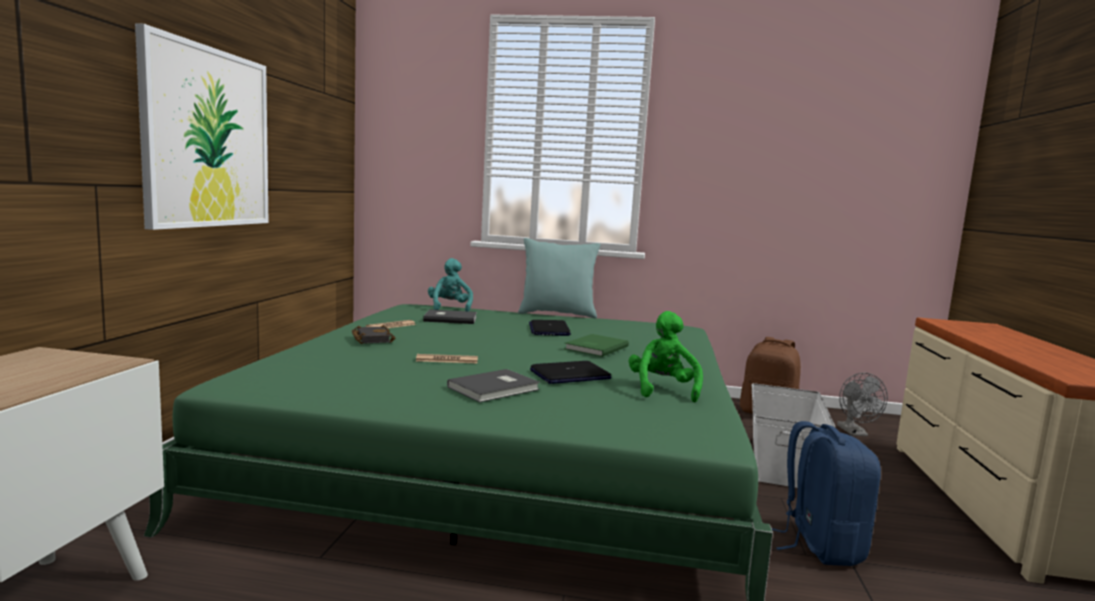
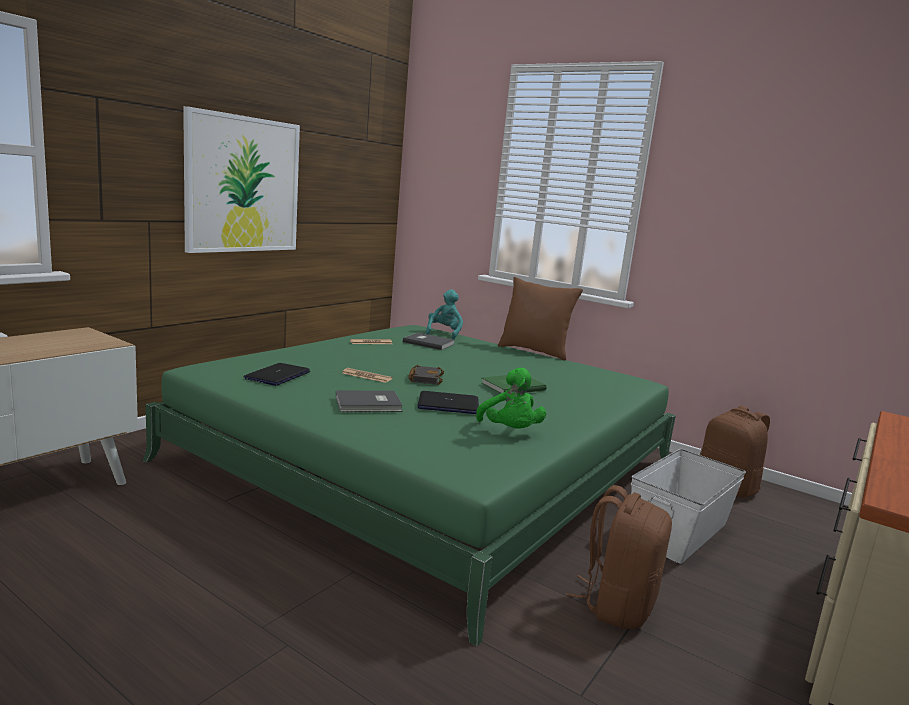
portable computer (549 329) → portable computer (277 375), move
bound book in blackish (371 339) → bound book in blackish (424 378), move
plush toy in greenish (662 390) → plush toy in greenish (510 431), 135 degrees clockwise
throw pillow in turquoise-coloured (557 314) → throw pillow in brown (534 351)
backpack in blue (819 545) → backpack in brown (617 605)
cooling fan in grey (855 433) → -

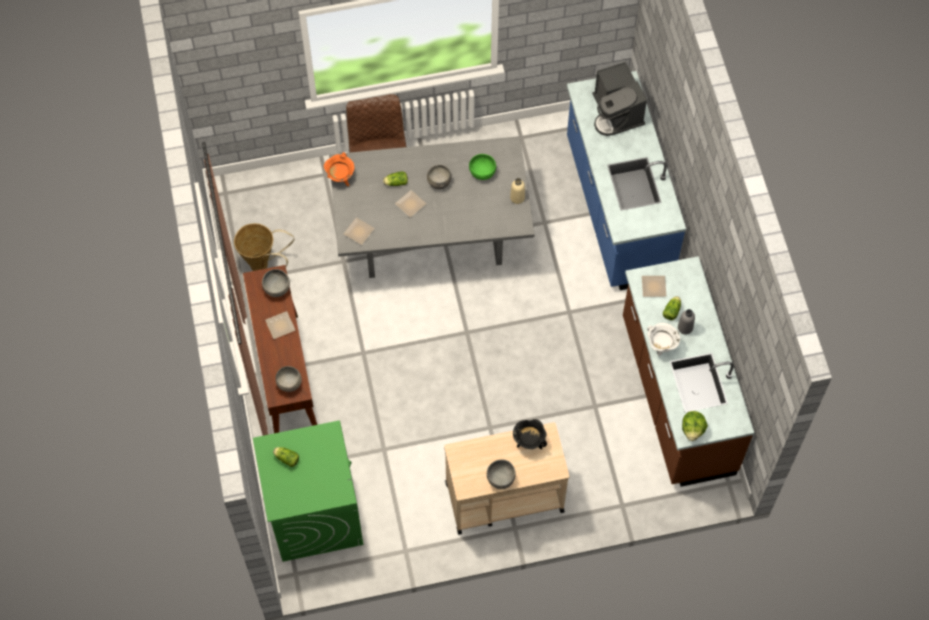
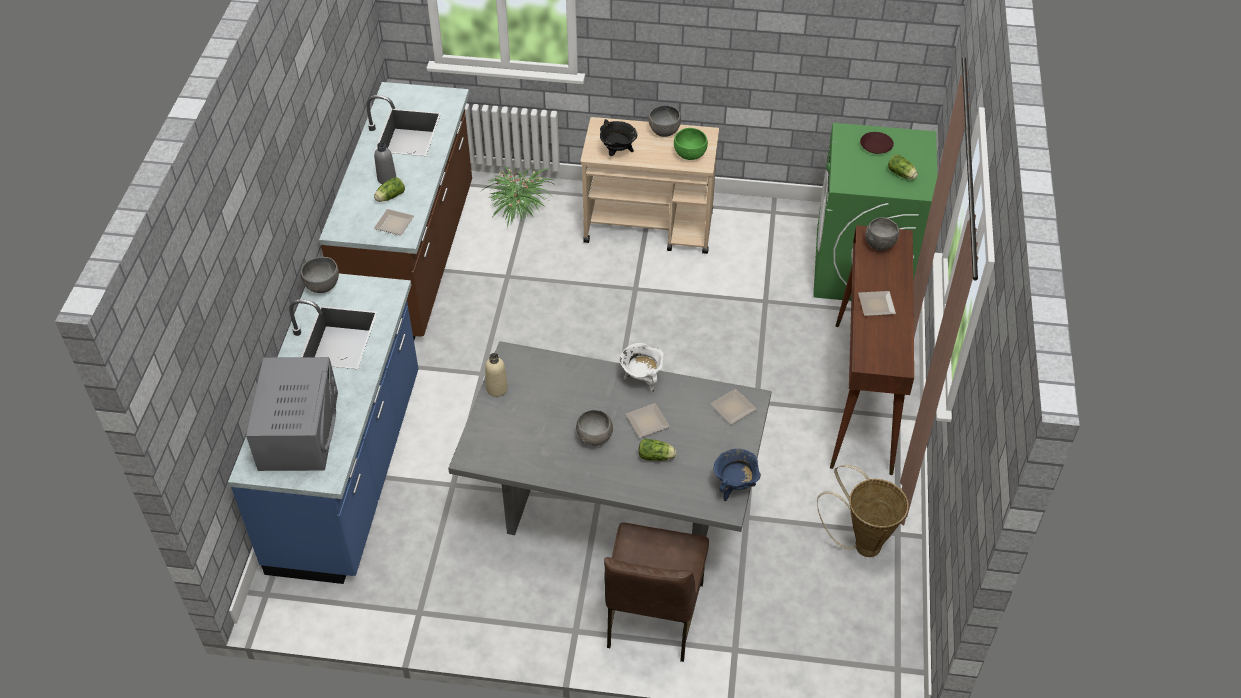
coffee brewer (616 113) → kitchen microwave in grey (298 430)
bowl in grey (277 289) → bowl in grey (322 286), move
- → houseplant (518 206)
saucepot in white-coloured (661 346) → saucepot in white-coloured (642 379), move
bowl in greenish (482 173) → bowl in greenish (689 155), move
saucepot in orangey (340 178) → saucepot in blue (735 486)
- → plate in brown (875 145)
head of lettuce (693 429) → -

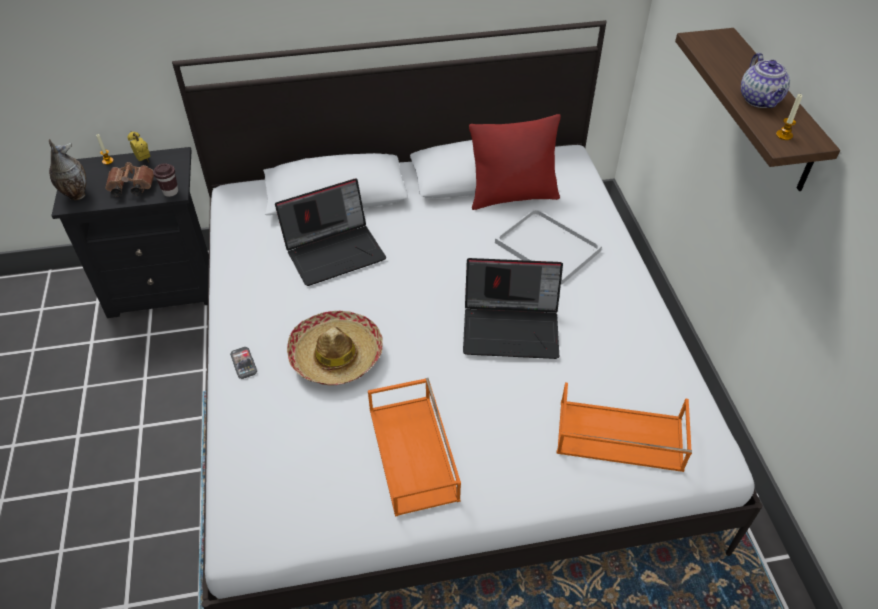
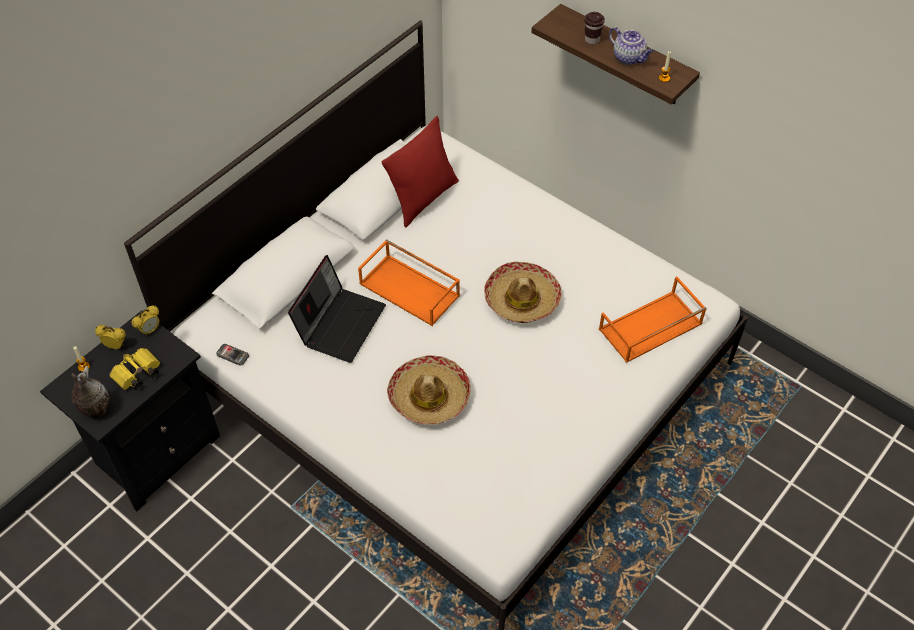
pair of binoculars in brown (130 188) → pair of binoculars in yellowish (137 376)
- → alarm clock (150 330)
telephone (244 363) → telephone (232 355), move
tray in orangey (414 454) → tray in orangey (411 289), move
portable computer (512 328) → clothing hat (522 299)
cup in brown (170 192) → cup in brown (592 40), move
tray in white-coloured (549 247) → -

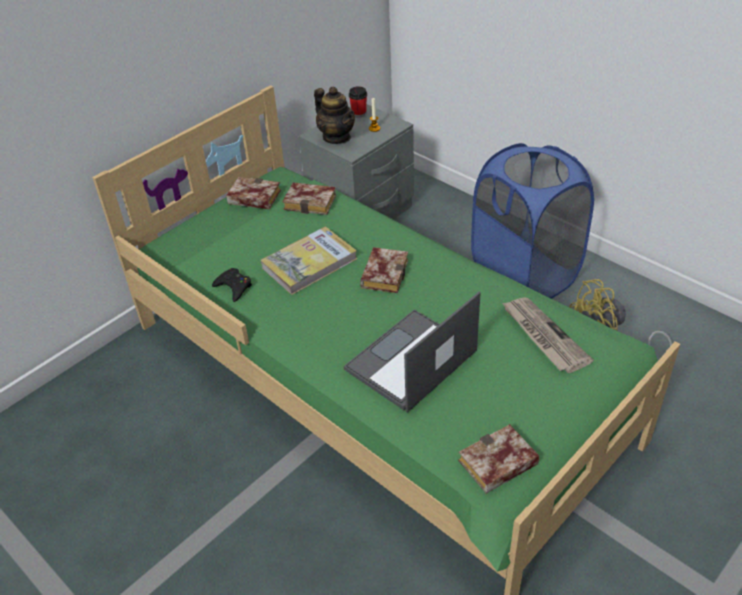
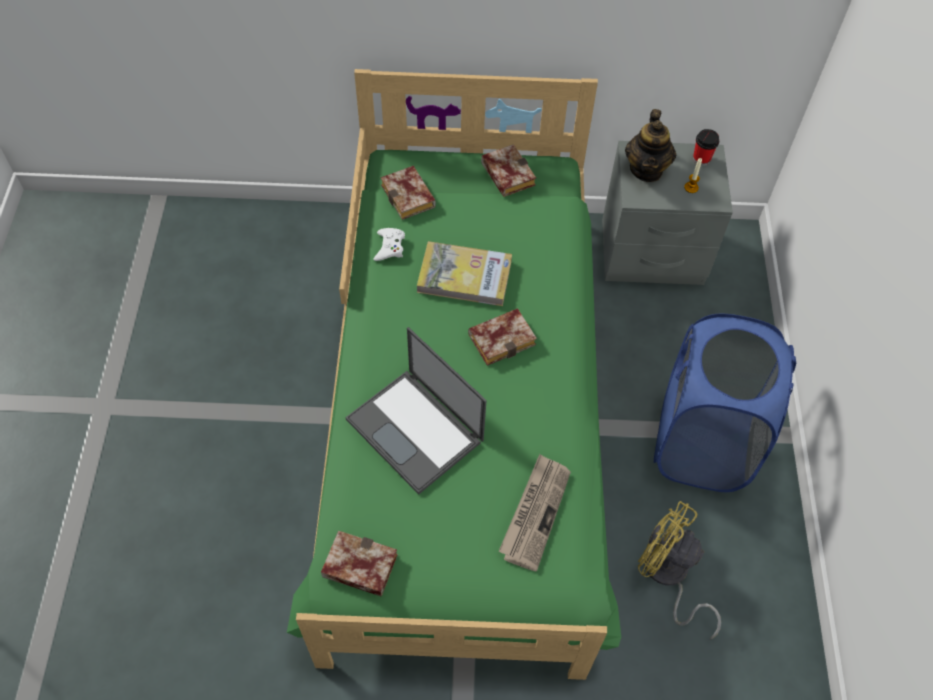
portable computer (410 361) → portable computer (416 431), 135 degrees counterclockwise
joypad in blackish (234 287) → joypad in white-coloured (389 247)
bound book (312 202) → bound book (410 197), move

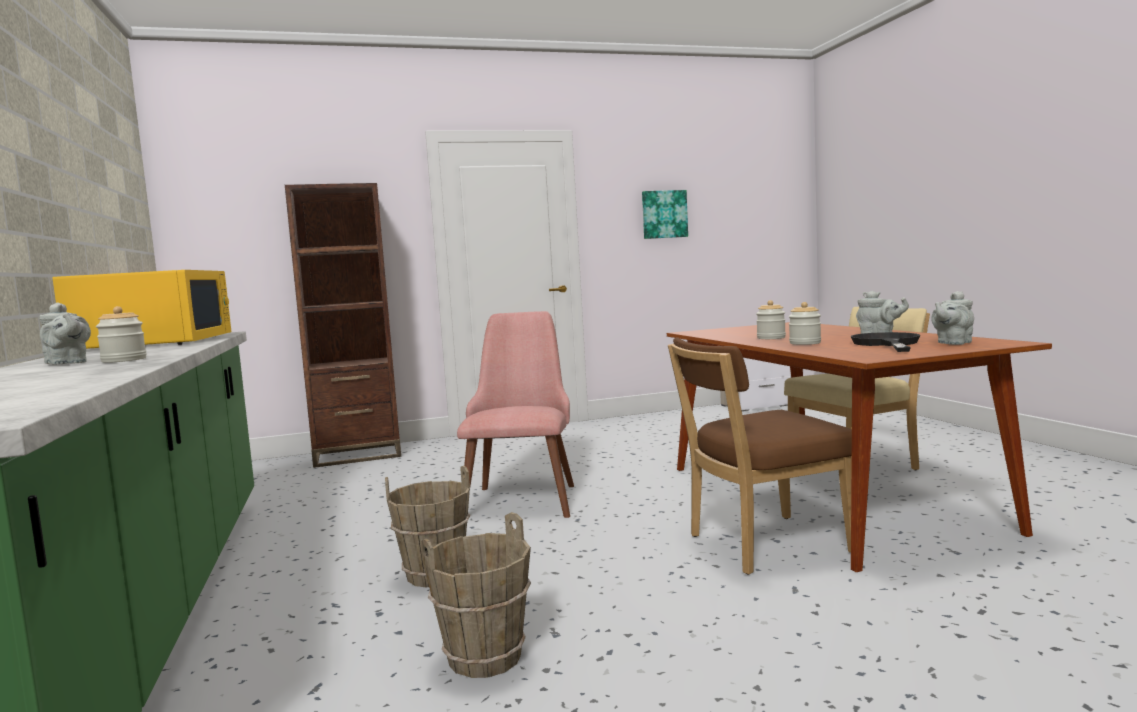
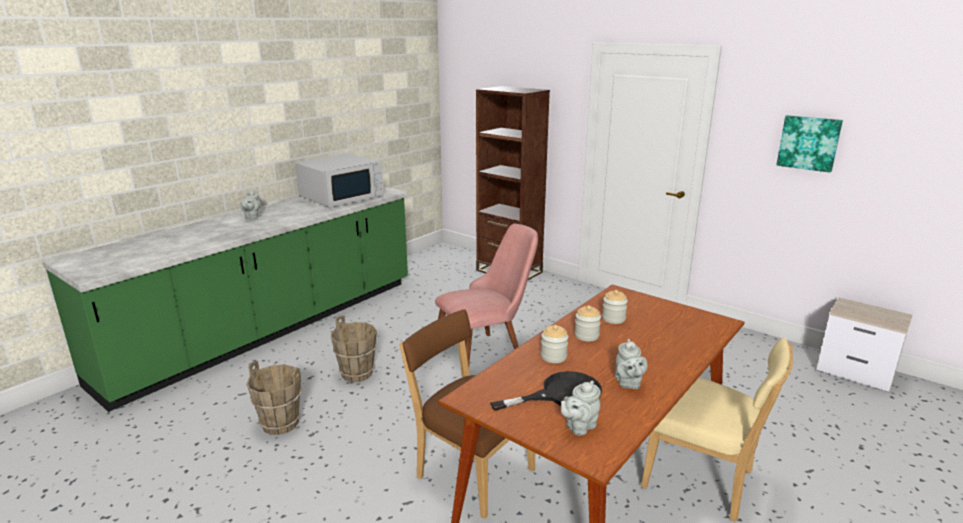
kitchen microwave in yellowish (156 342) → kitchen microwave in white-coloured (342 196)
teapot in grey (952 343) → teapot in grey (579 427), 60 degrees counterclockwise
jar (124 360) → jar (613 319), move

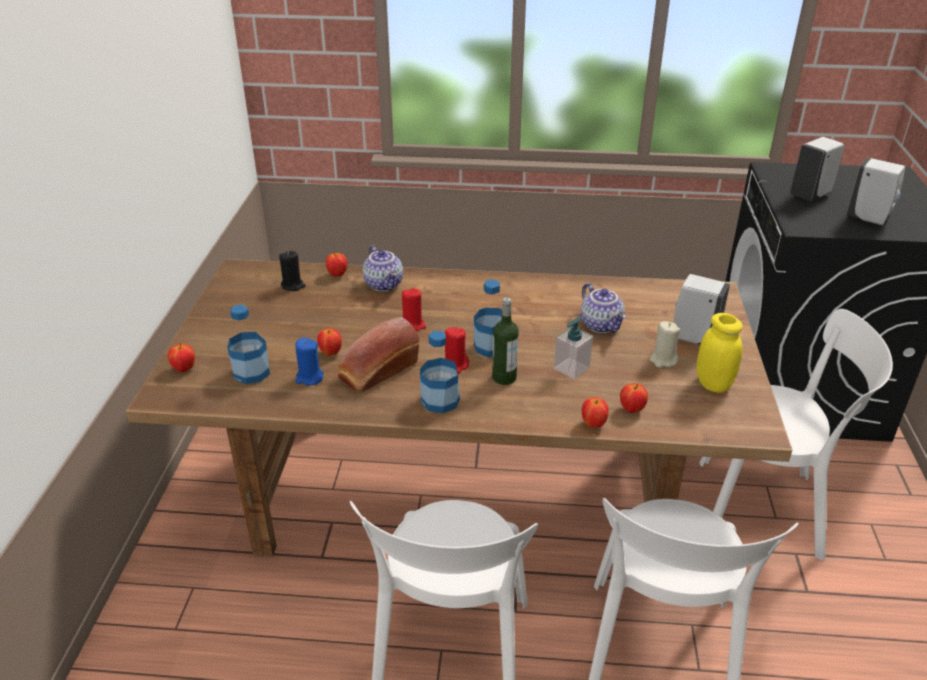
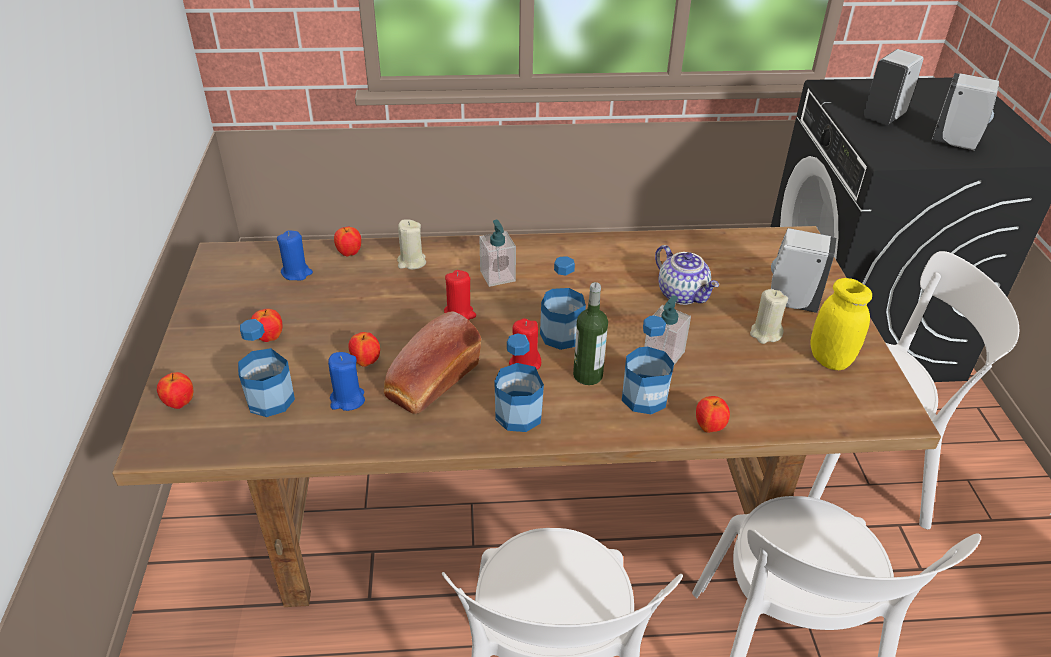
whole apple (631 409) → whole apple (269 338), move
candle in blackish (293 285) → candle in blue (296 273)
teapot (384 284) → candle in beige (411 262)
- → liquid soap bottle (497 276)
- → bottle (644 397)

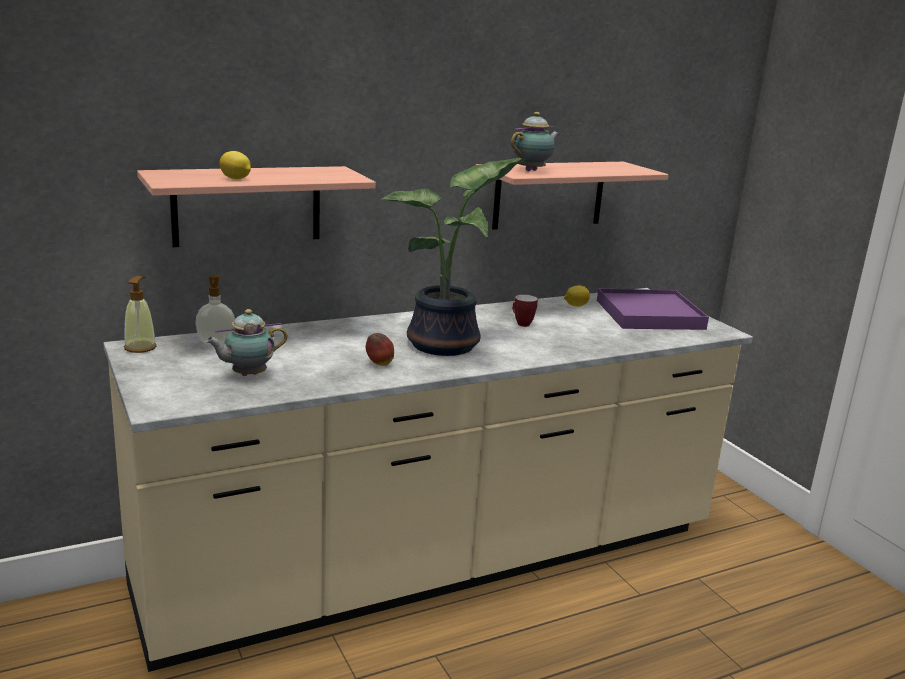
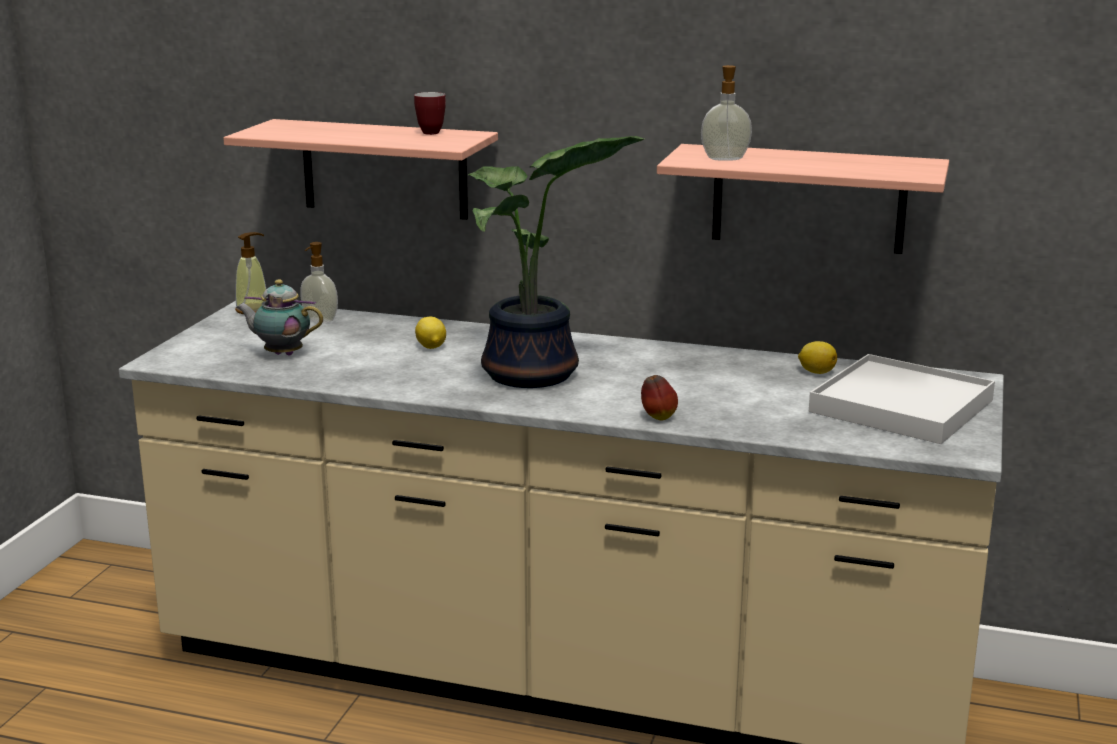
tea mug (521 323) → tea mug (431 132), move
whole lemon (236 179) → whole lemon (431 347), move
whole apple (379 364) → whole apple (657 417), move
teapot (533 171) → liquid soap bottle (725 158)
tray in purple-coloured (649 314) → tray in white-coloured (901 406)

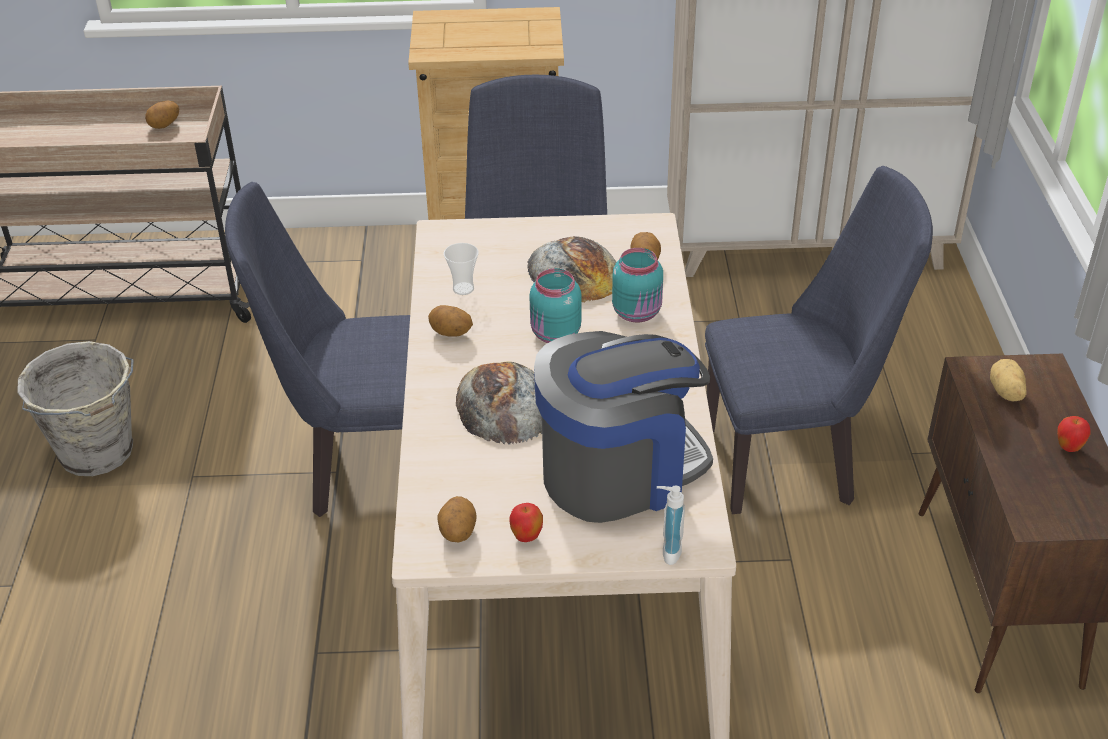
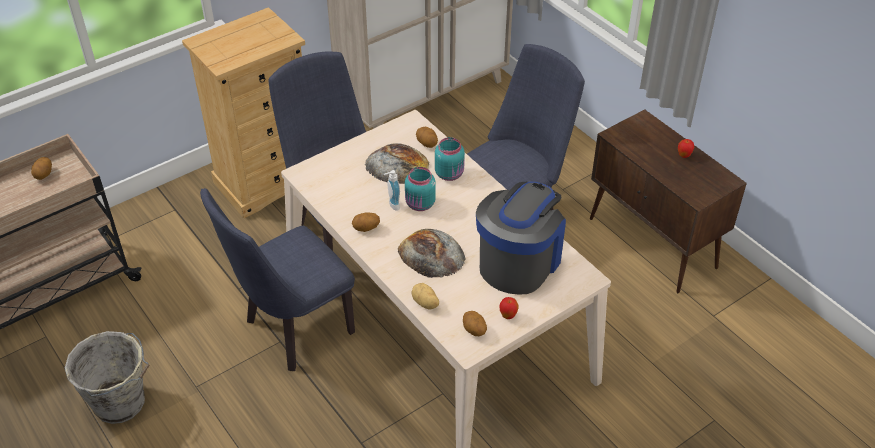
liquid soap bottle (667 551) → liquid soap bottle (392 205), move
whole potato (1005 393) → whole potato (425 303), move
cup (463 288) → -

